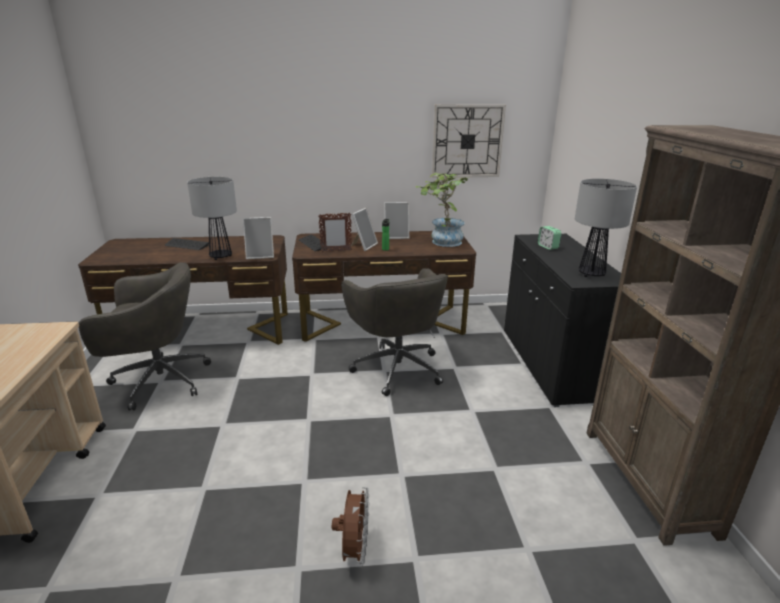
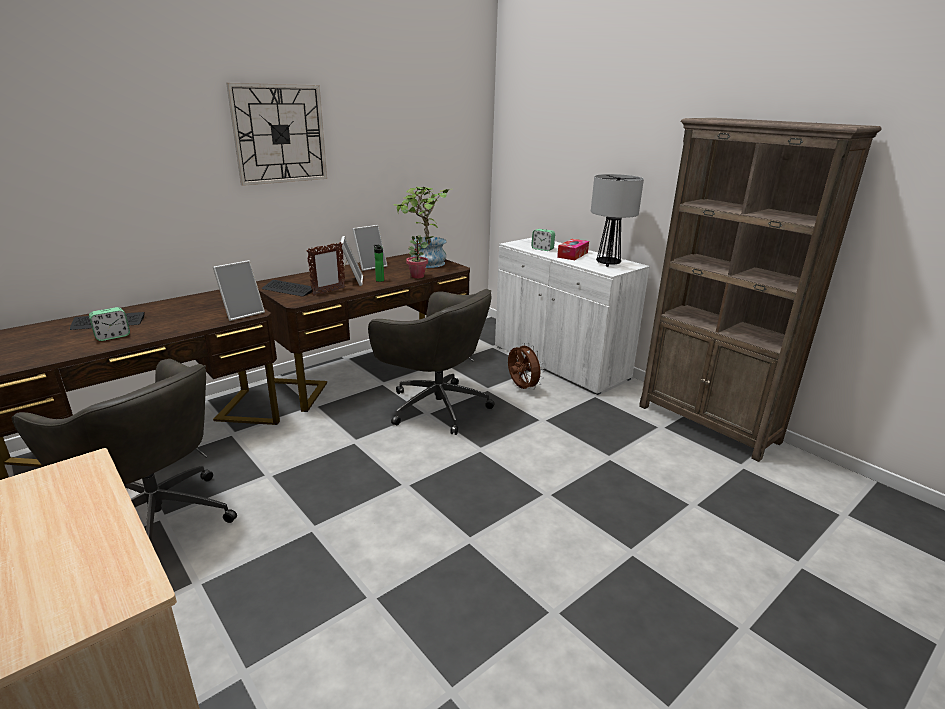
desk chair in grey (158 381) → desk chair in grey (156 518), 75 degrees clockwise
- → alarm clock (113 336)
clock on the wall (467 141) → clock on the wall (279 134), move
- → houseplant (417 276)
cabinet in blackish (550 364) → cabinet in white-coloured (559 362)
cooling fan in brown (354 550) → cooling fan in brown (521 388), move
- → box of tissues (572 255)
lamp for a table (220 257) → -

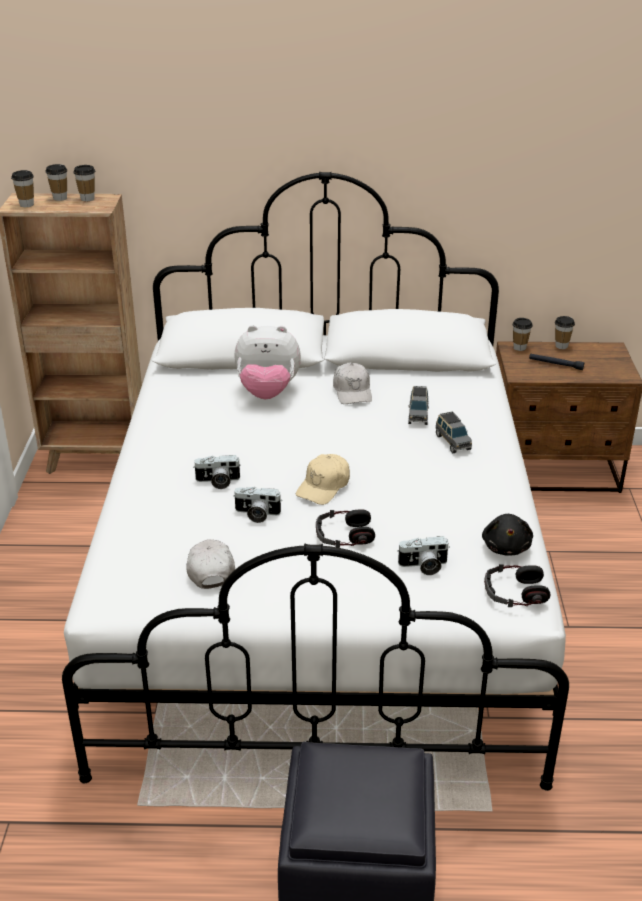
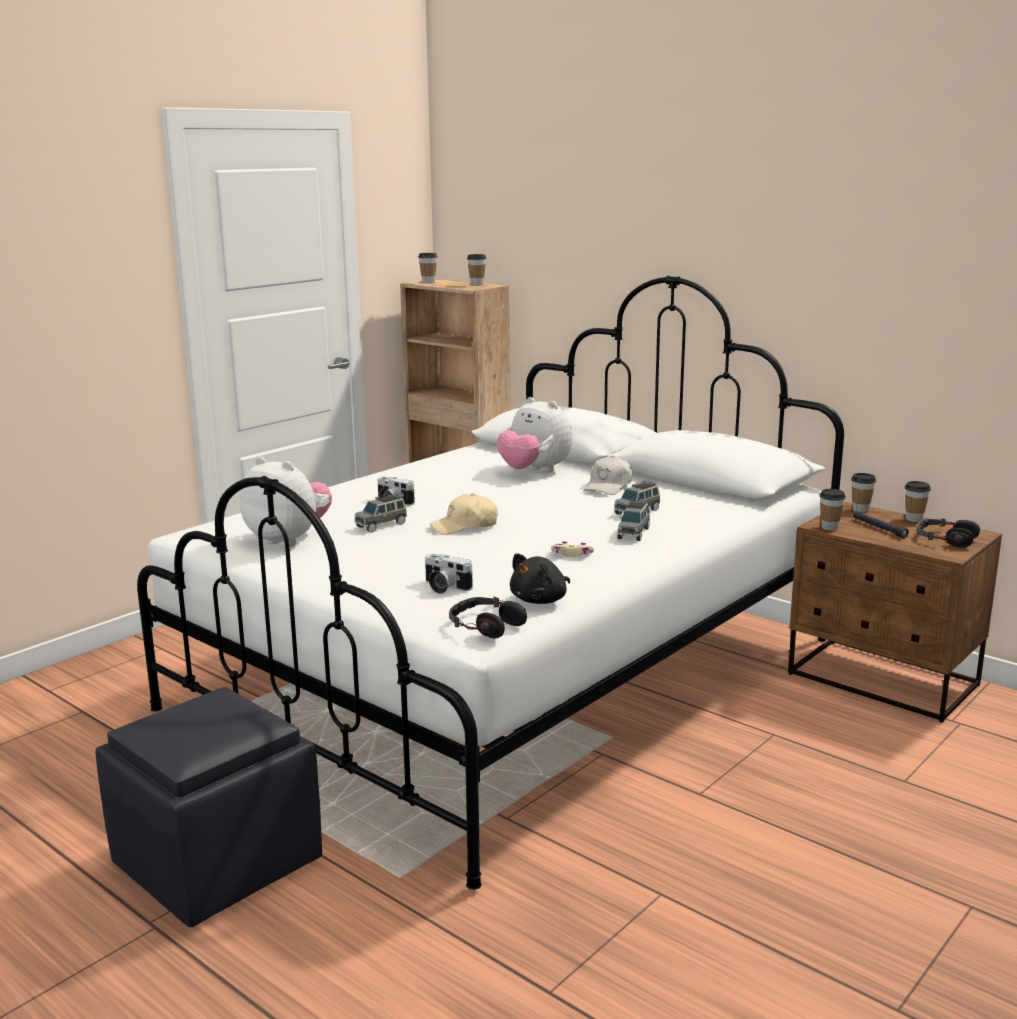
baseball cap in white-coloured (210 569) → plush toy (289 540)
photo camera (256 514) → miniature car in grey (381 525)
- → joypad in beige (572 555)
cup (60 198) → cup (829 527), move
headset (344 535) → headset (945 539), move

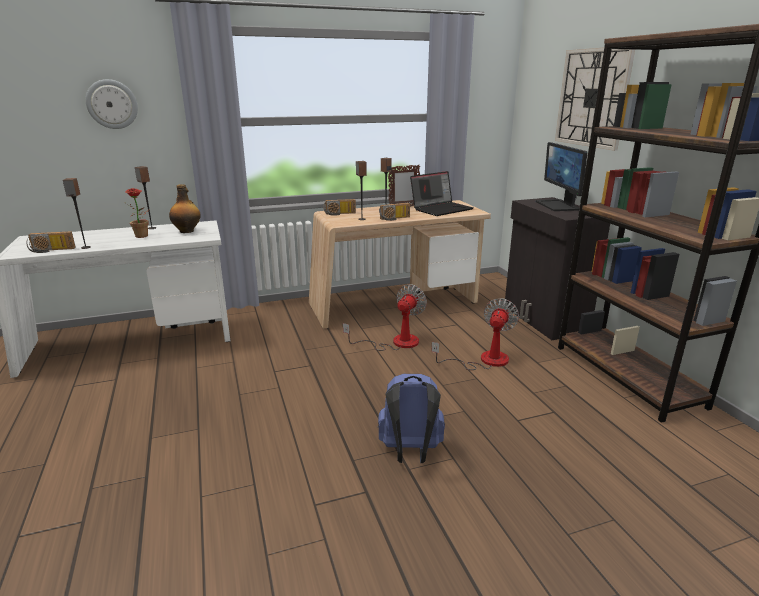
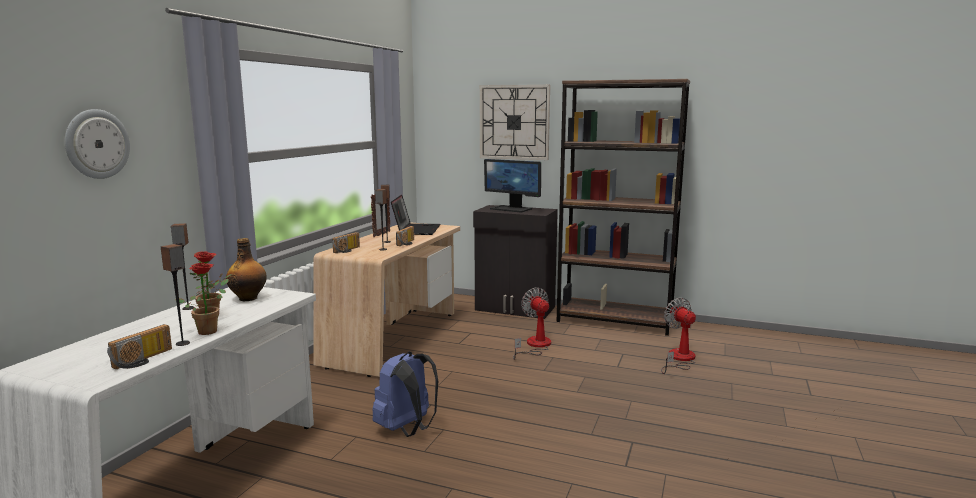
- → houseplant (210 330)
backpack in blue (410 452) → backpack in blue (407 429), move
cooling fan (396 342) → cooling fan (679 359), move

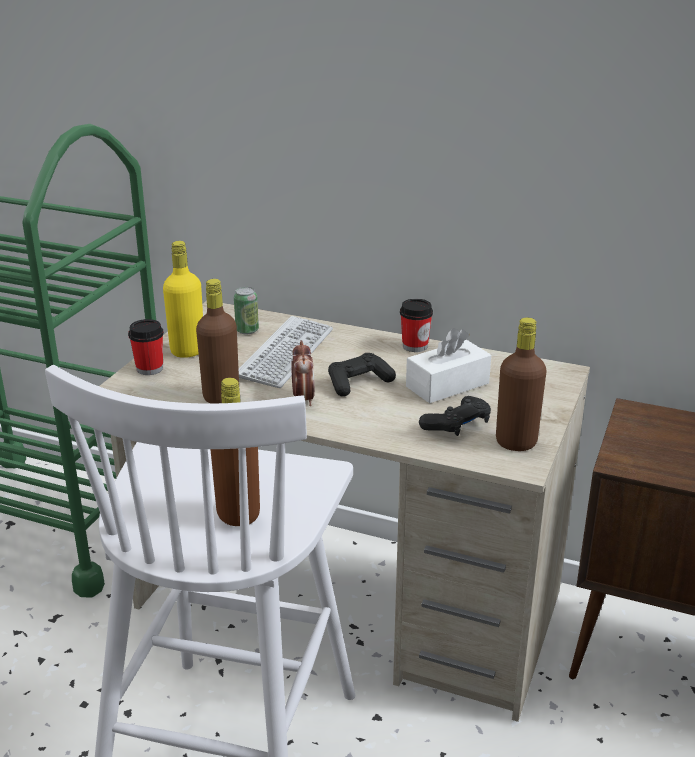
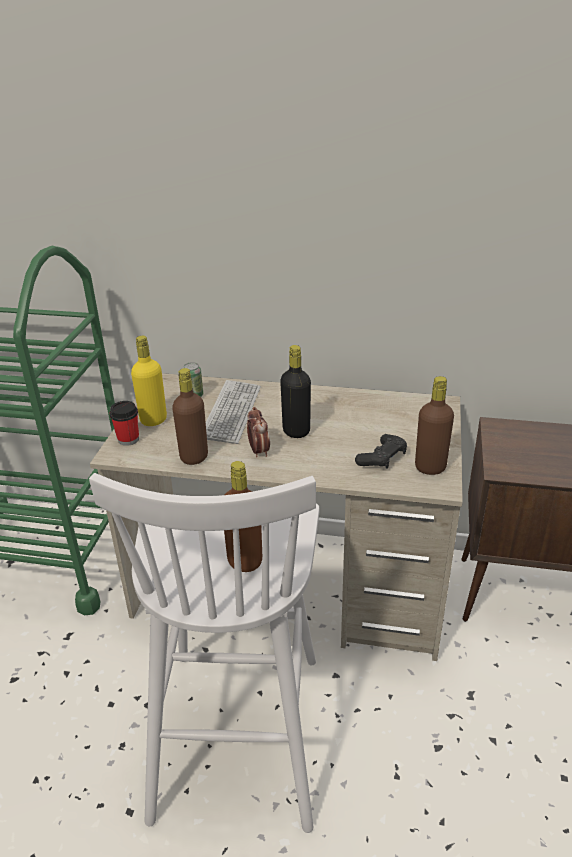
joypad in blackish (358 383) → bottle in blackish (296 431)
cup (415 346) → -
box of tissues in white-coloured (447 385) → -

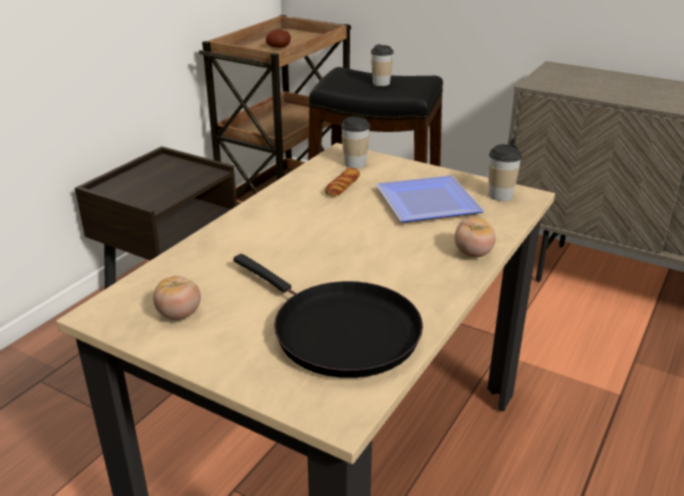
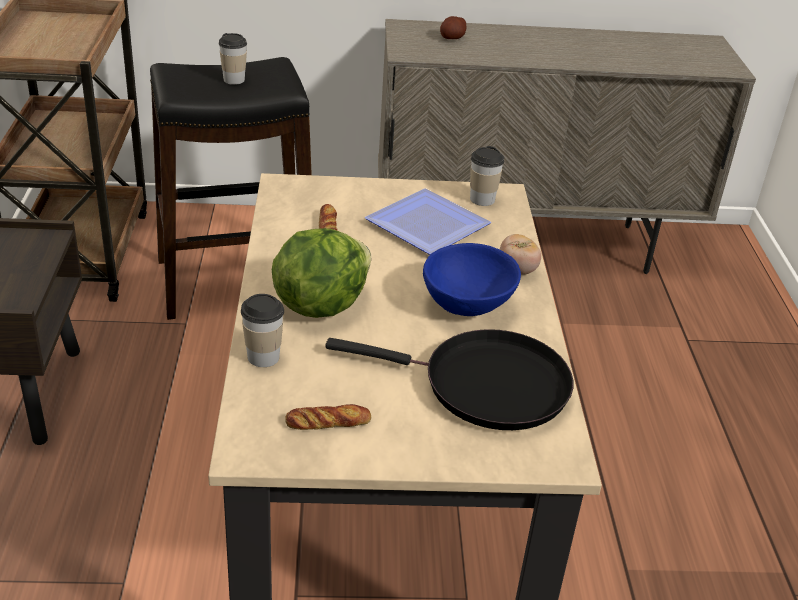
cup (355 164) → cup (263 357), move
- → head of lettuce (320 304)
whole tomato (179 314) → baked bread (328 422)
- → bowl in blue (469 306)
whole potato (278 47) → whole potato (452 38), move

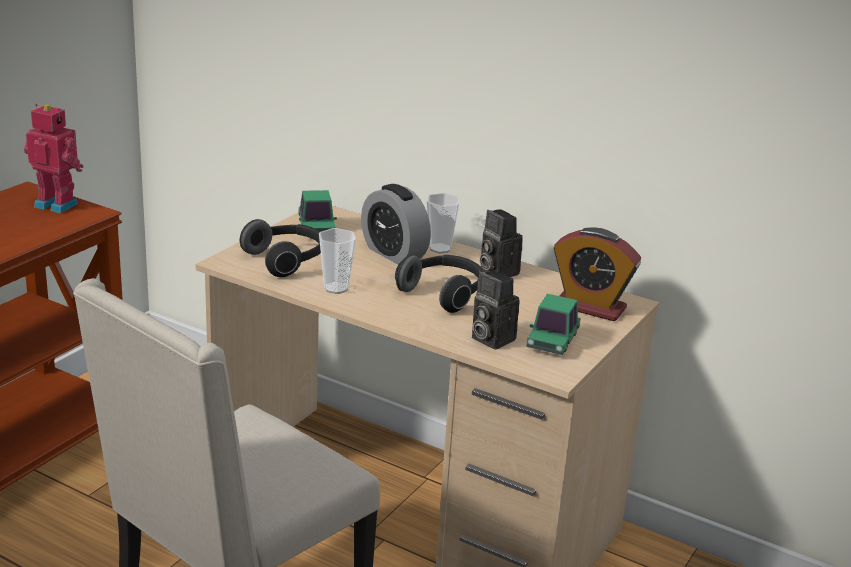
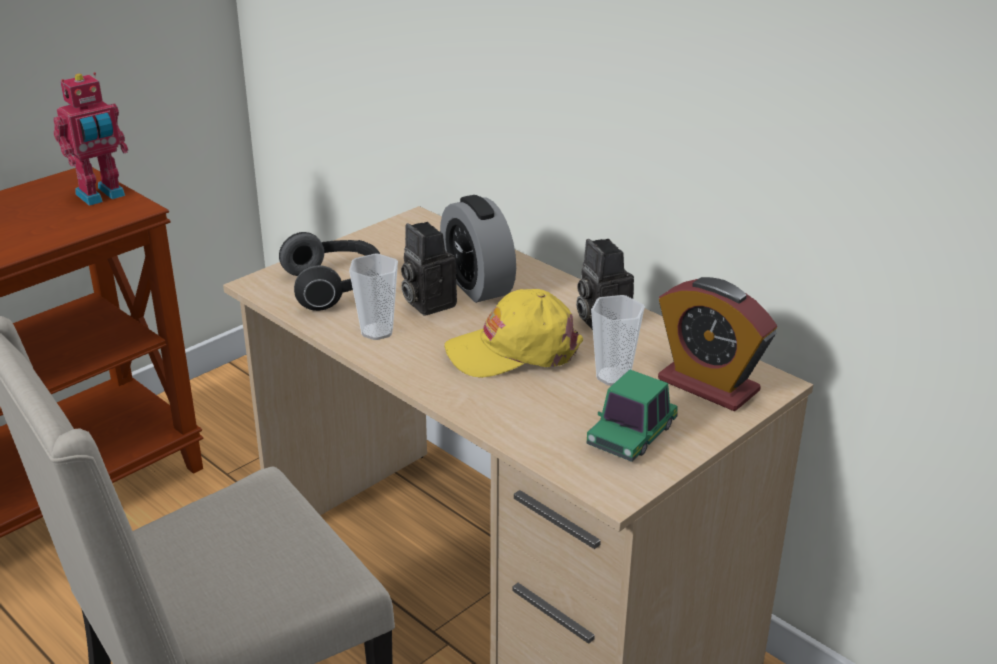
robot figure (58 204) → robot figure (101 196), 105 degrees clockwise
photo camera (490 338) → photo camera (426 302), move
headset (443 294) → baseball cap in yellowish (513 350)
cup (440 248) → cup (613 377), move
miniature car (316 228) → -

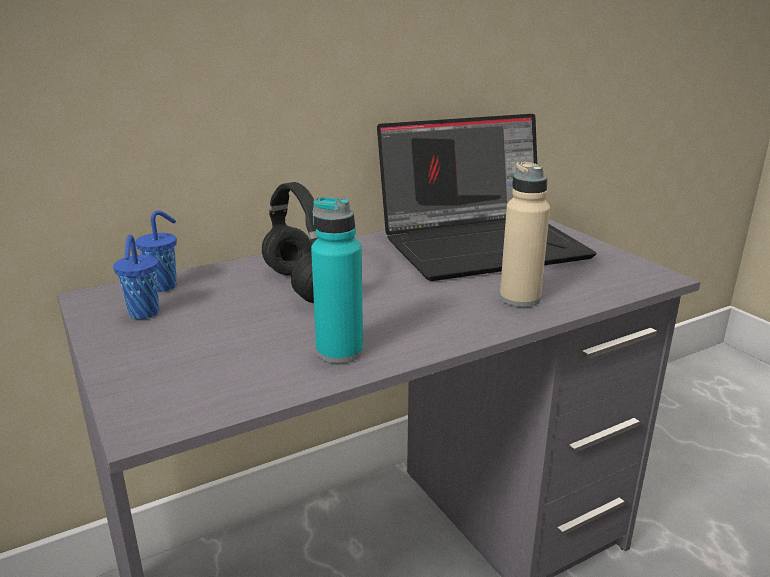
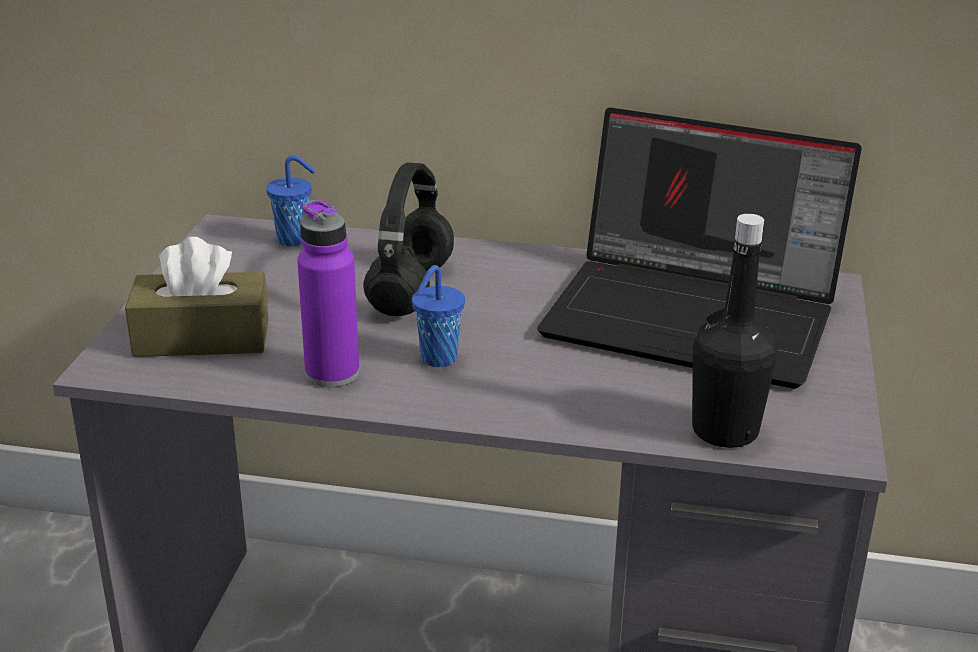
- → box of tissues in brown (202 338)
bottle in turquoise-coloured (339 351) → bottle in purple-coloured (332 373)
cup in blue (143 314) → cup in blue (437 359), move
- → bottle in blackish (725 431)
bottle in beige (519 298) → -

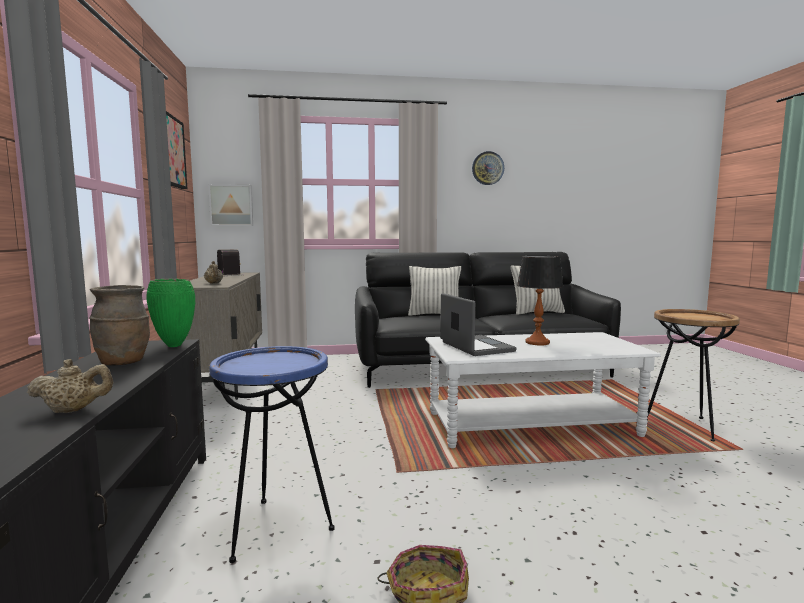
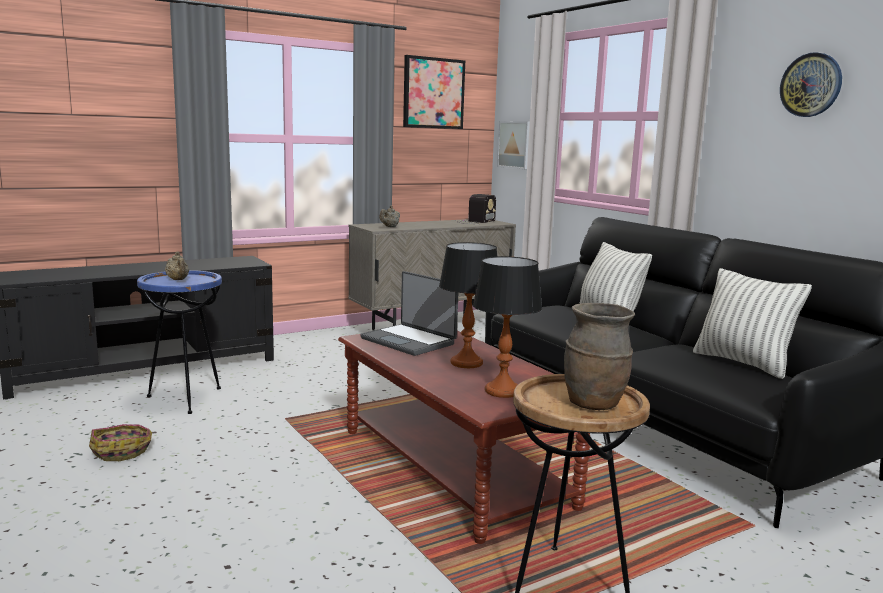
teapot in beige (74 410) → teapot in beige (178 280), move
lounge table in white-coloured (532 425) → lounge table in brown (453 468)
portable computer (475 347) → portable computer (409 341), 90 degrees clockwise
- → lamp for a table (502 391)
flower vase in brown (123 363) → flower vase in brown (594 404), move
flower vase in greenish (175 346) → -

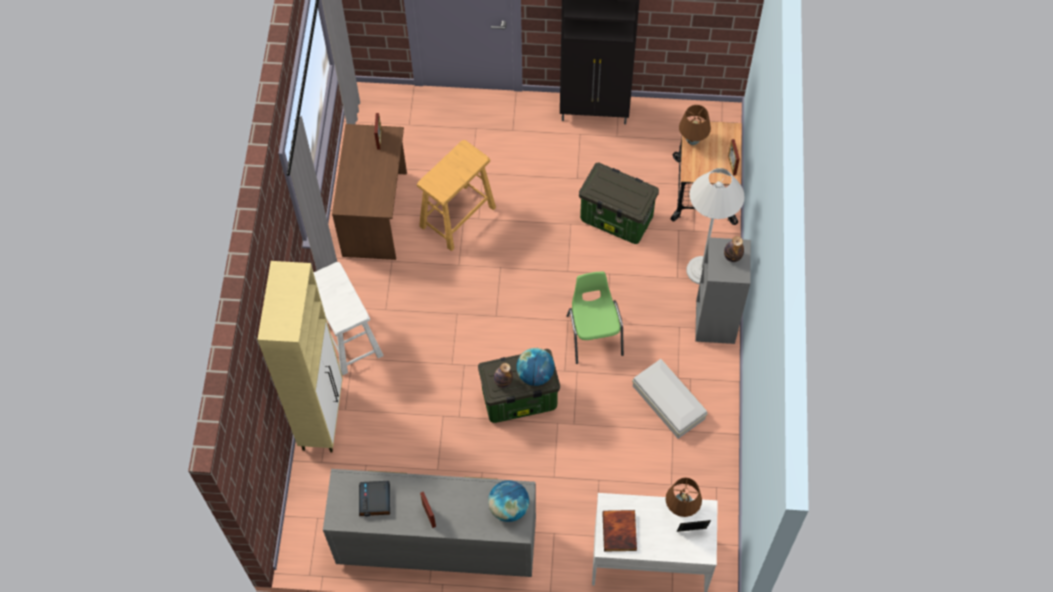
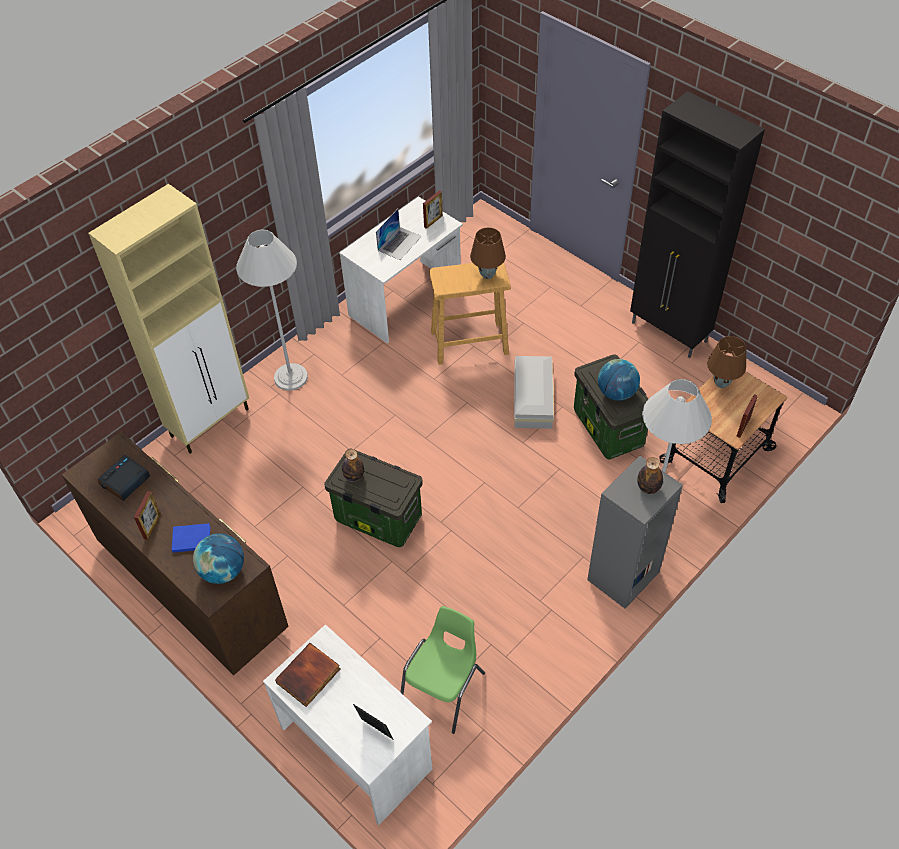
chest of drawers in grey (436 543) → chest of drawers in brown (192 585)
- → bound book in blue (190 538)
stool seat in white-coloured (348 338) → floor lamp in white-coloured (291 377)
desk table in brown (376 213) → desk table in white-coloured (406 301)
- → portable computer (399 243)
chair in greenish (594 334) → chair in greenish (444 688), move
lamp for a table in brown (682 508) → lamp for a table in brown (488 275), move
storage box in white-coloured (668 404) → storage box in white-coloured (532 399), move
desk globe (535 374) → desk globe (616 393), move

